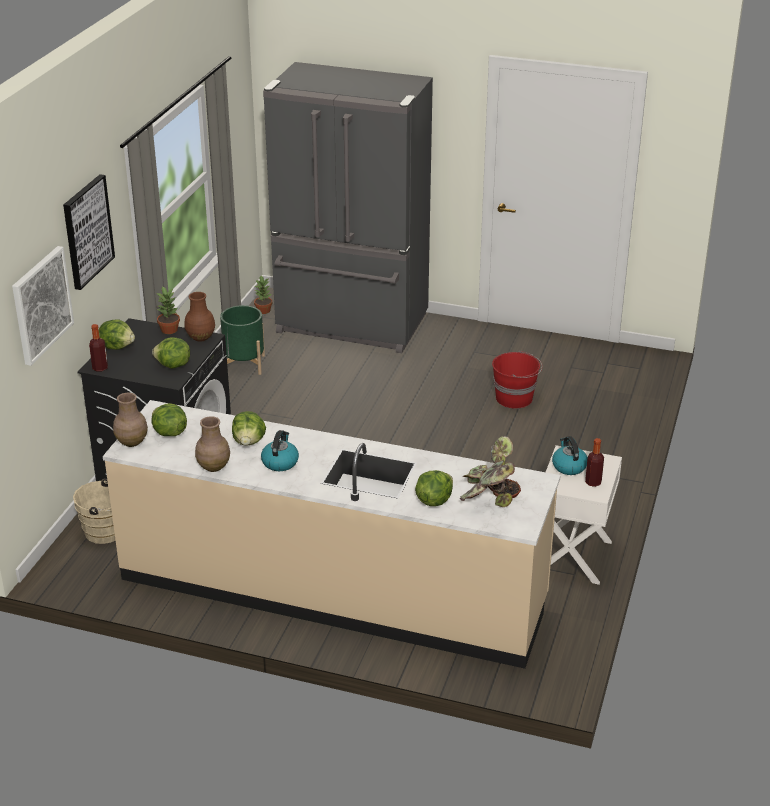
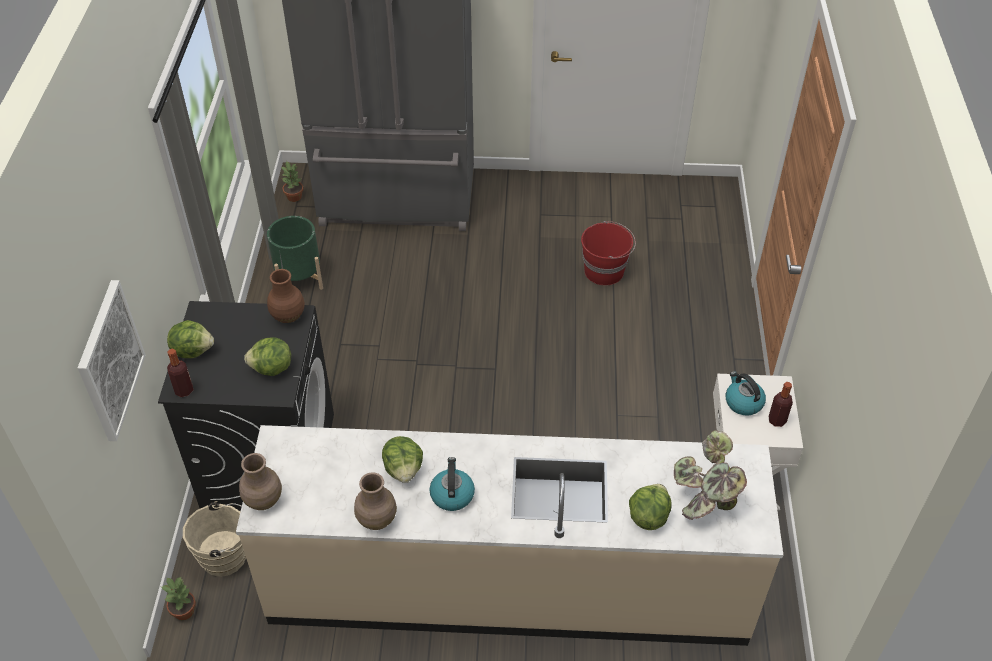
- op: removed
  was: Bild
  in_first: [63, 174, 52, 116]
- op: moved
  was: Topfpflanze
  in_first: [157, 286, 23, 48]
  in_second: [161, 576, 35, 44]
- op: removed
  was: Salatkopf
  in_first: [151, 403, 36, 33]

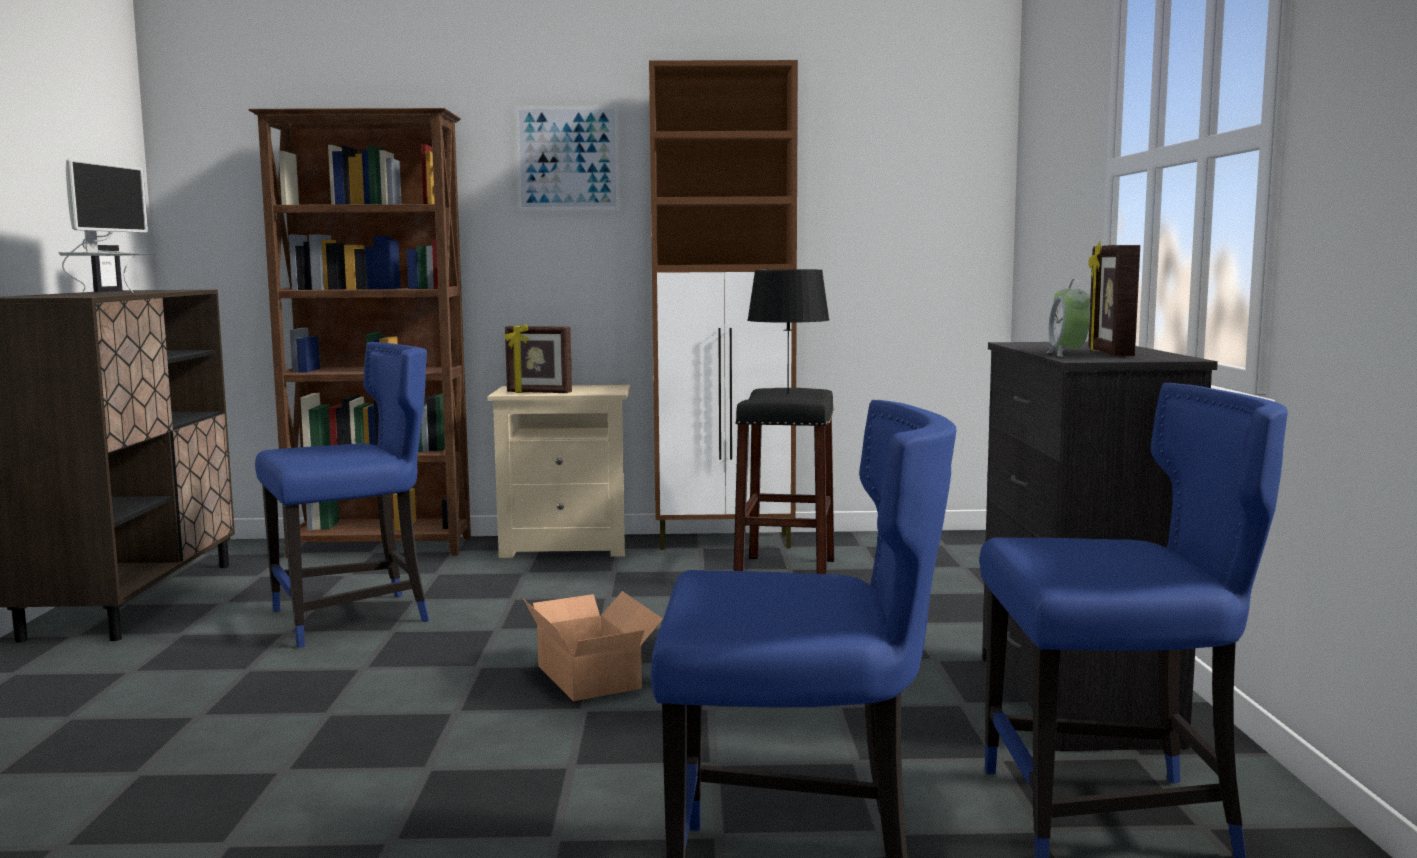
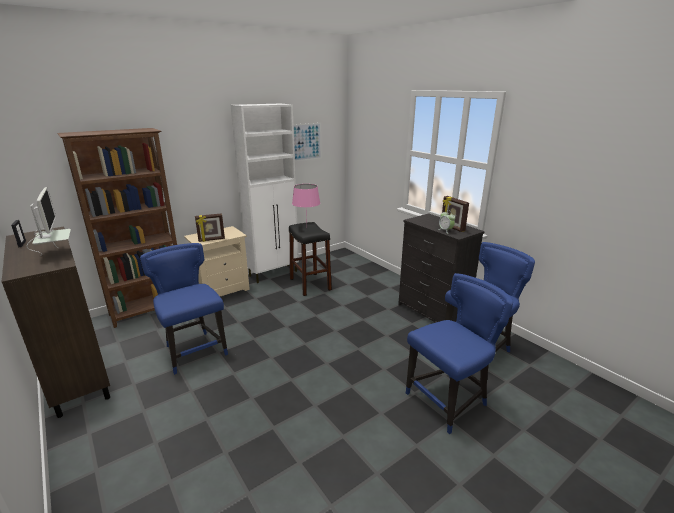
- op: recoloured
  was: Schrank [braun]
  now: Schrank [weiß]
  in_first: [649, 60, 149, 490]
  in_second: [231, 104, 68, 179]
- op: moved
  was: Bild
  in_first: [515, 106, 105, 105]
  in_second: [293, 123, 28, 38]
- op: recoloured
  was: Tischlampe [schwarz]
  now: Tischlampe [rosa]
  in_first: [747, 269, 83, 125]
  in_second: [292, 184, 28, 36]
- op: turned
  was: Stuhl [blau]
  in_first: [255, 342, 174, 306]
  in_second: [140, 243, 88, 132]
  clockwise: -60
- op: removed
  was: Karton
  in_first: [523, 591, 140, 110]

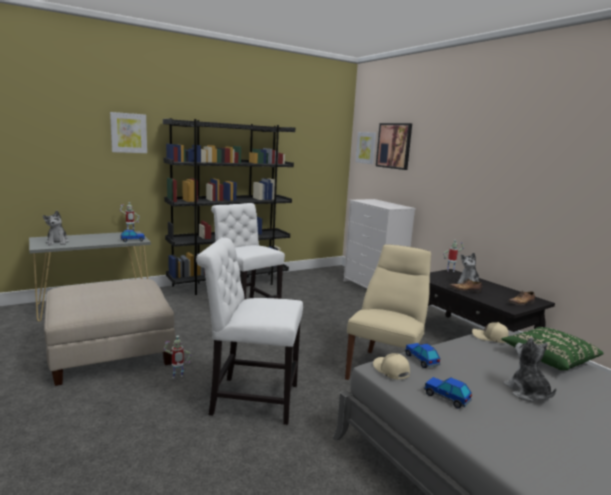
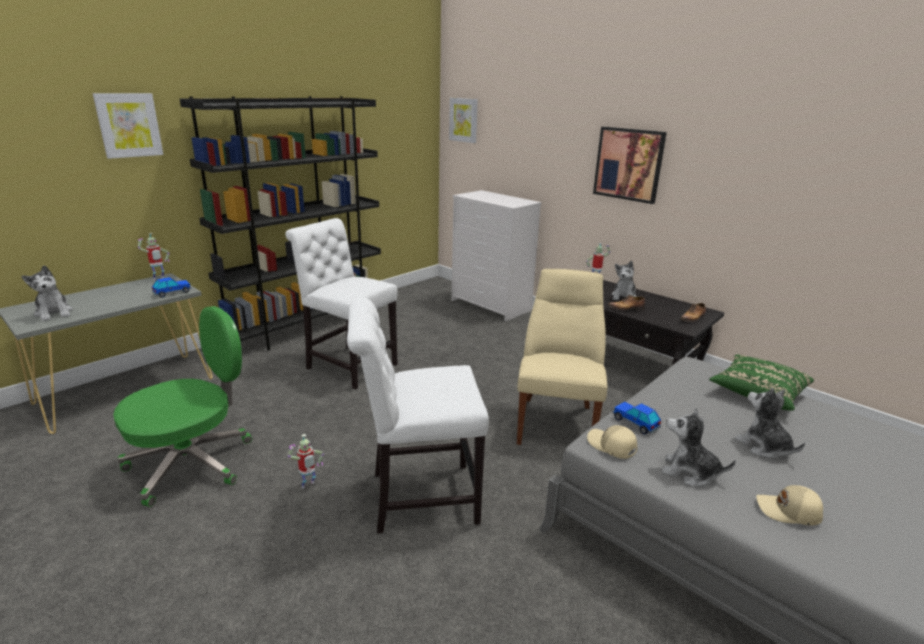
- op: moved
  was: Bild
  in_first: [376, 123, 36, 47]
  in_second: [593, 127, 74, 77]
- op: replaced
  was: Polsterhocker [beige]
  now: Bürostuhl [grün]
  in_first: [44, 279, 131, 107]
  in_second: [113, 306, 139, 201]
- op: moved
  was: Kappe [beige]
  in_first: [472, 322, 37, 21]
  in_second: [756, 485, 67, 41]
- op: replaced
  was: Spielzeugauto
  now: Plüschtier
  in_first: [424, 377, 48, 31]
  in_second: [662, 408, 74, 79]

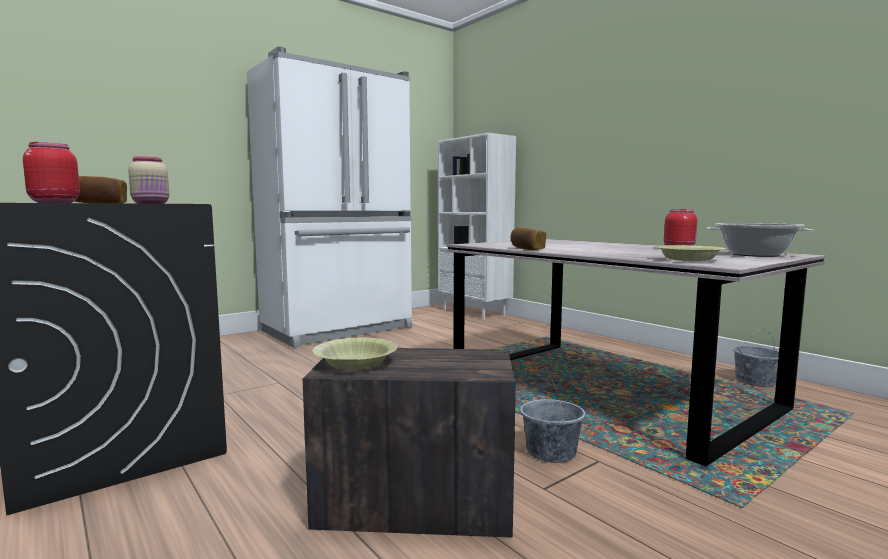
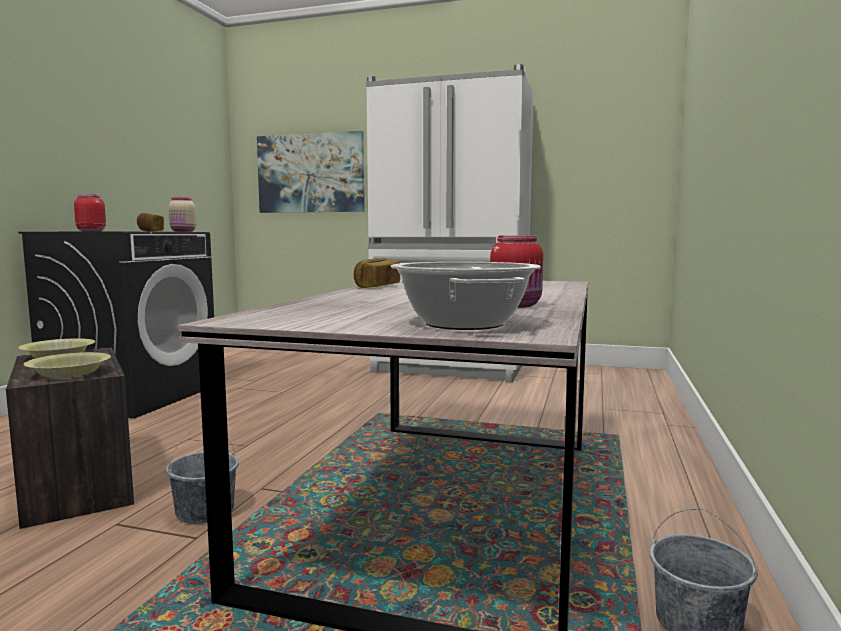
- op: removed
  was: Bücherregal [weiß]
  in_first: [438, 133, 78, 187]
- op: moved
  was: Schüssel [gelb]
  in_first: [654, 245, 72, 16]
  in_second: [24, 352, 87, 26]
- op: added
  now: Bild
  in_second: [257, 131, 107, 82]

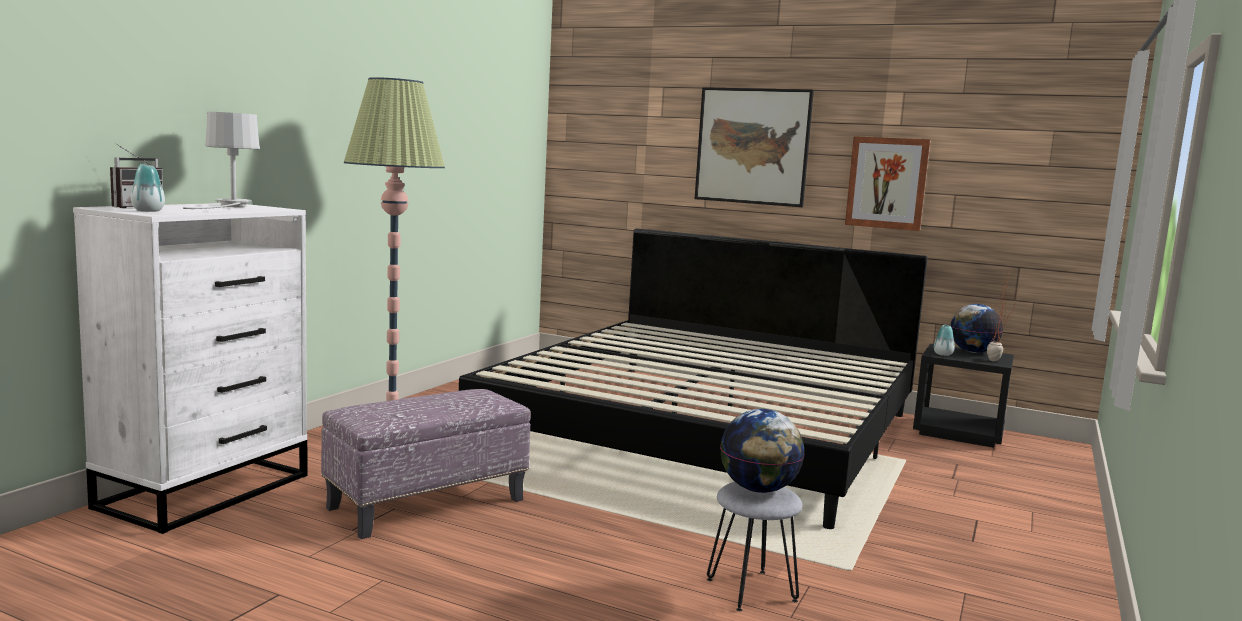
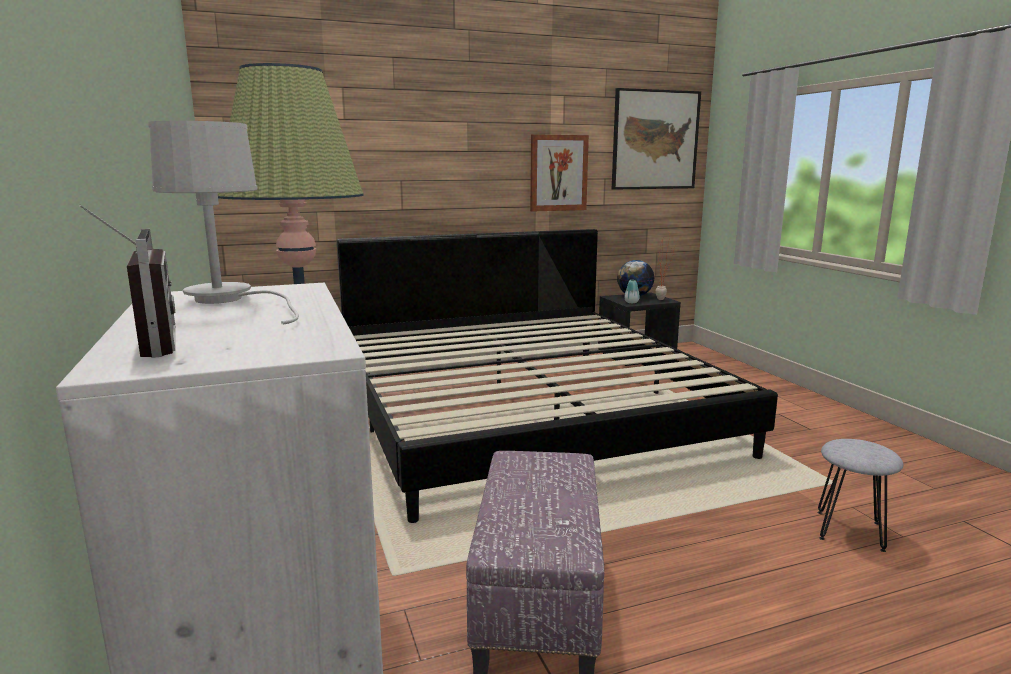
- op: moved
  was: Bild
  in_first: [695, 87, 119, 120]
  in_second: [612, 88, 89, 102]
- op: removed
  was: Vase
  in_first: [131, 164, 34, 48]
- op: removed
  was: Globus
  in_first: [720, 409, 85, 84]

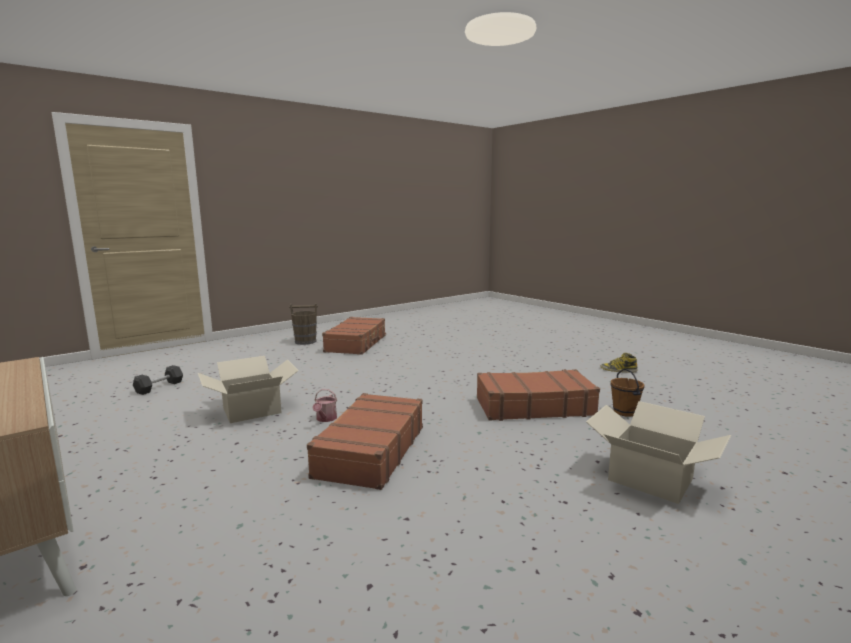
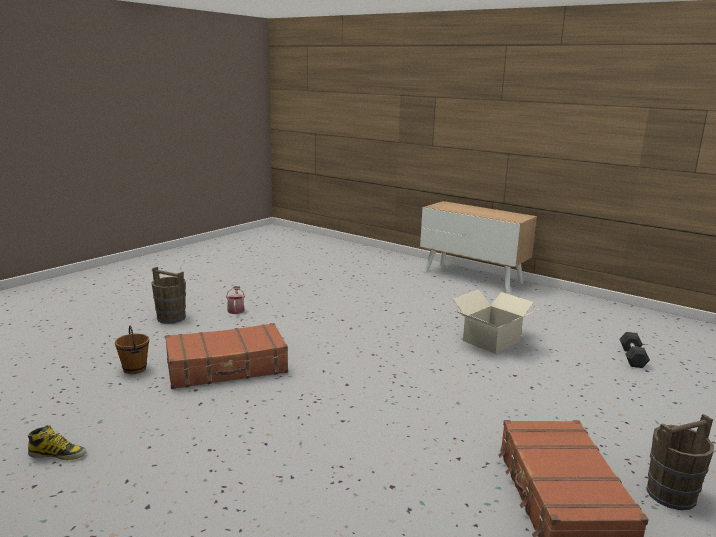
- op: moved
  was: Gießkanne
  in_first: [312, 389, 25, 33]
  in_second: [226, 286, 19, 28]
- op: removed
  was: Koffer [braun]
  in_first: [307, 393, 116, 97]
- op: replaced
  was: Karton
  now: Eimer [braun]
  in_first: [586, 401, 145, 103]
  in_second: [151, 267, 35, 57]

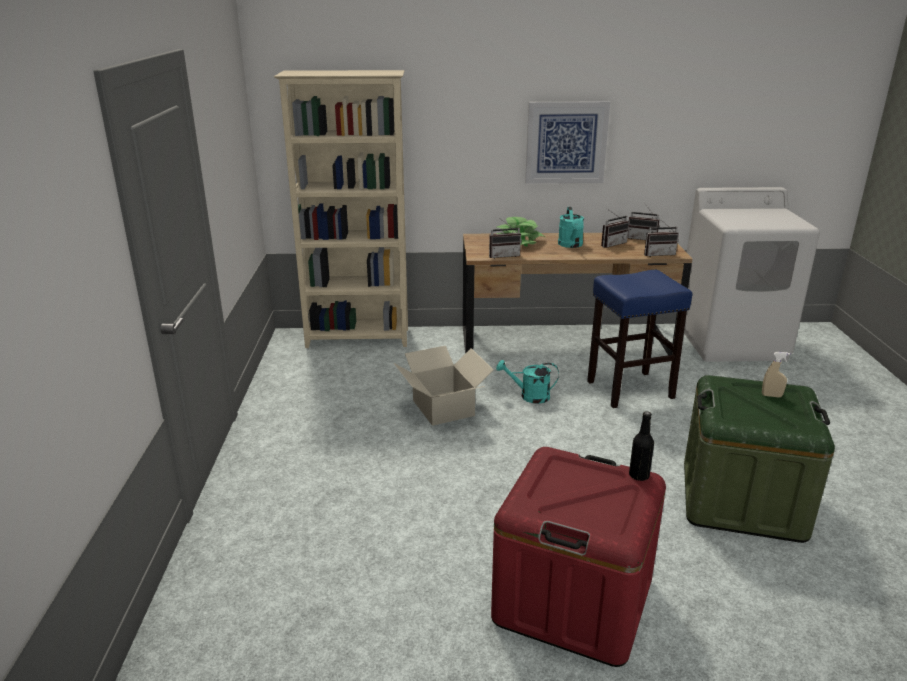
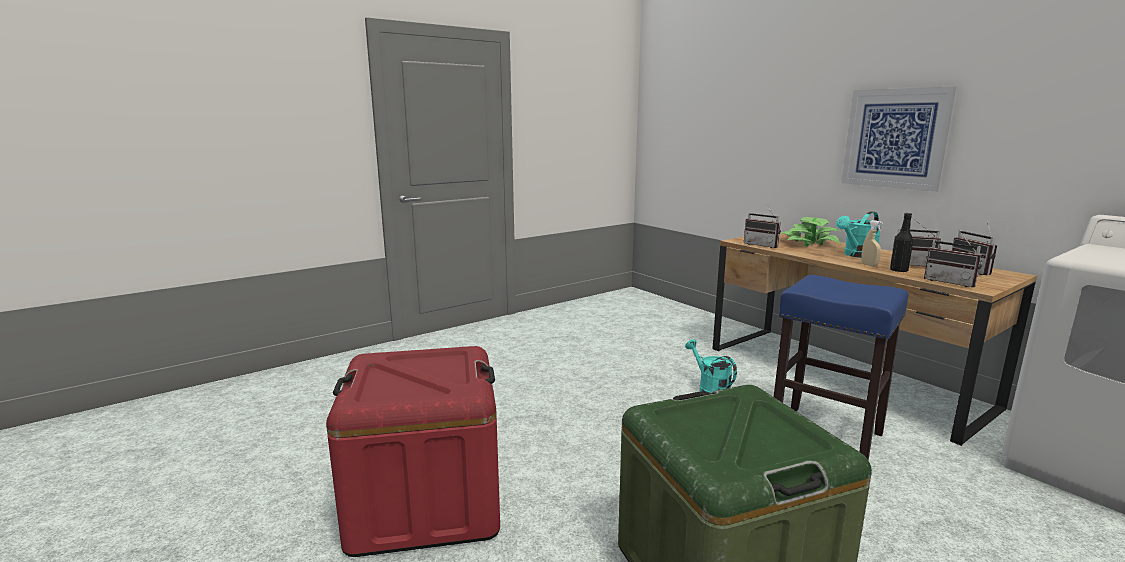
- op: removed
  was: Bücherregal [beige]
  in_first: [274, 70, 134, 278]
- op: removed
  was: Karton
  in_first: [394, 346, 99, 80]
- op: moved
  was: Sprühflasche [beige]
  in_first: [762, 352, 28, 45]
  in_second: [861, 220, 22, 46]
- op: moved
  was: Flasche [schwarz]
  in_first: [629, 411, 25, 70]
  in_second: [890, 213, 23, 59]

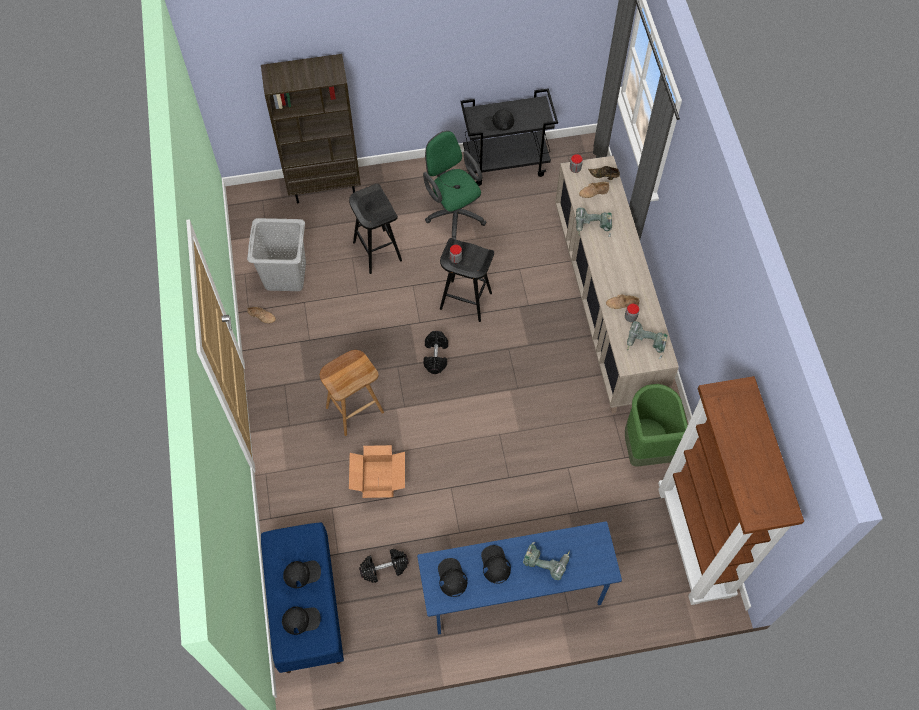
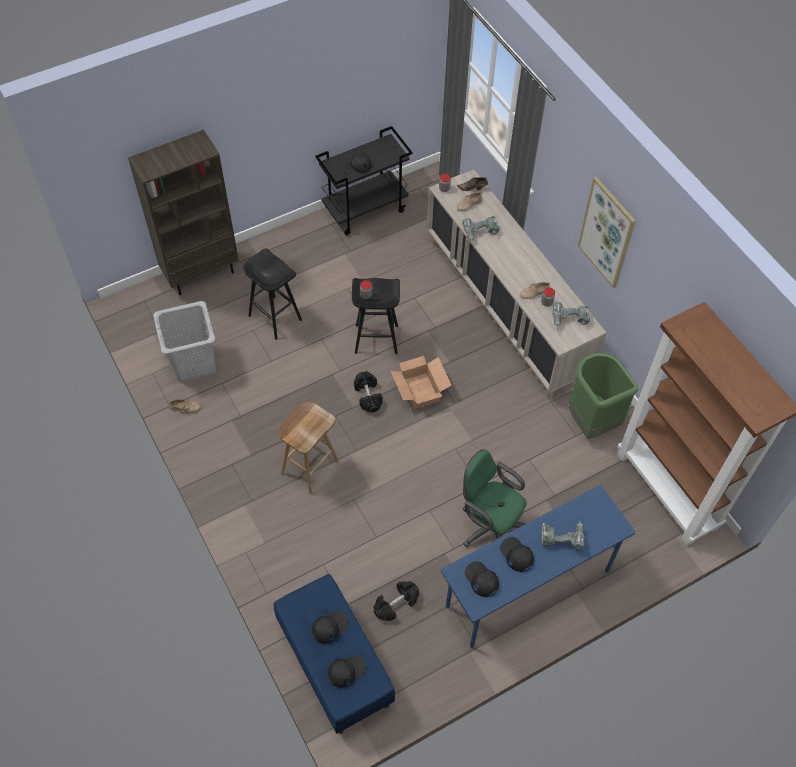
- op: moved
  was: Bürostuhl [grün]
  in_first: [423, 131, 63, 108]
  in_second: [463, 449, 64, 98]
- op: moved
  was: Karton
  in_first: [349, 445, 56, 53]
  in_second: [391, 356, 60, 53]
- op: added
  now: Bild
  in_second: [578, 177, 58, 111]

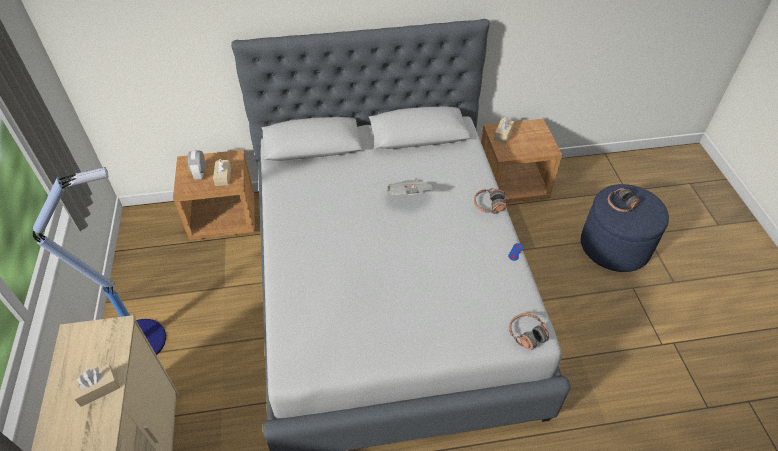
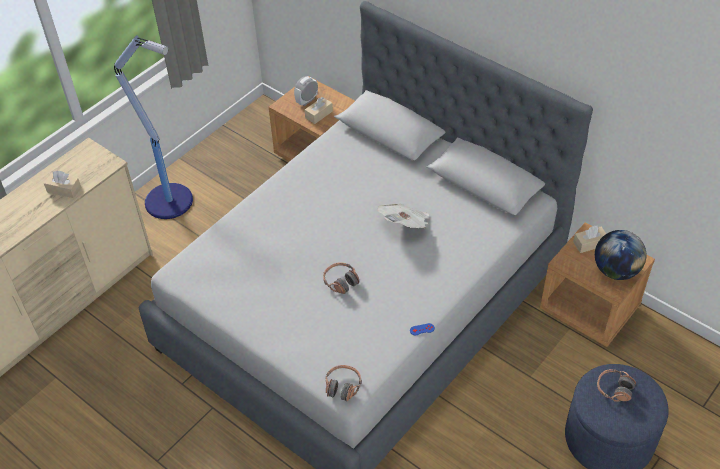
- op: moved
  was: Kopfhörer
  in_first: [474, 188, 33, 26]
  in_second: [323, 262, 36, 32]
- op: added
  now: Globus
  in_second: [595, 230, 51, 50]

